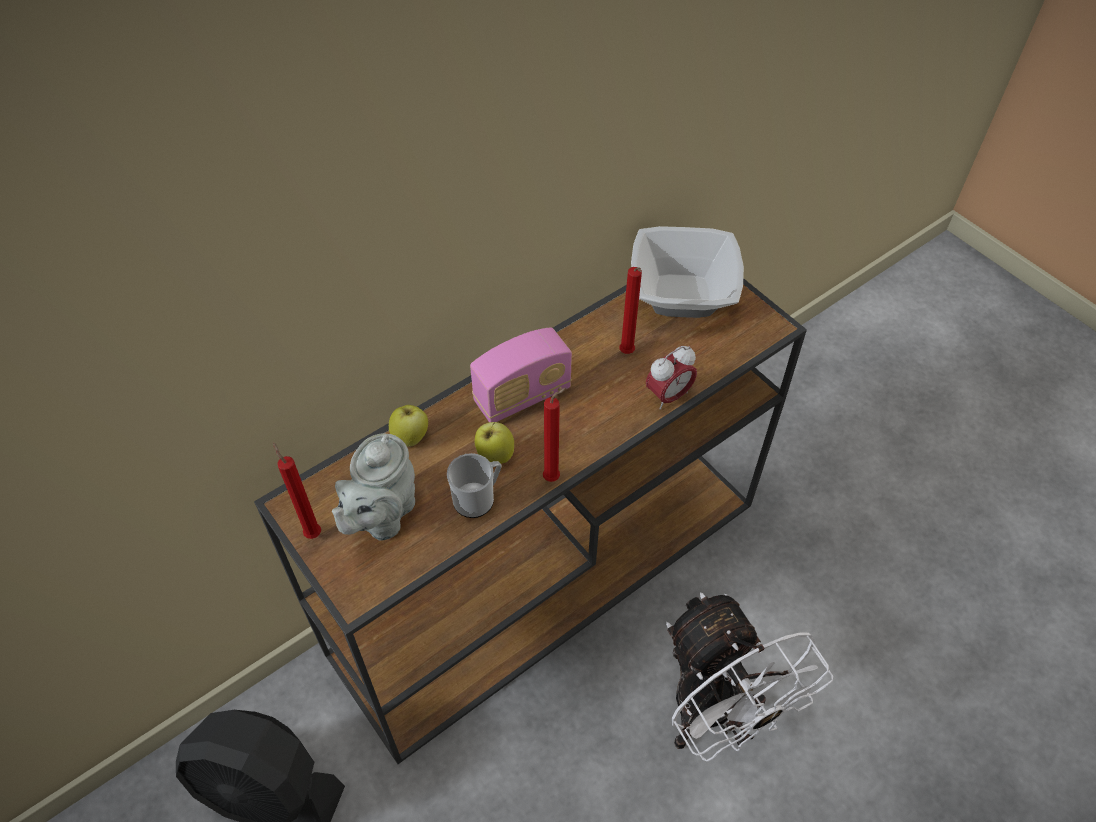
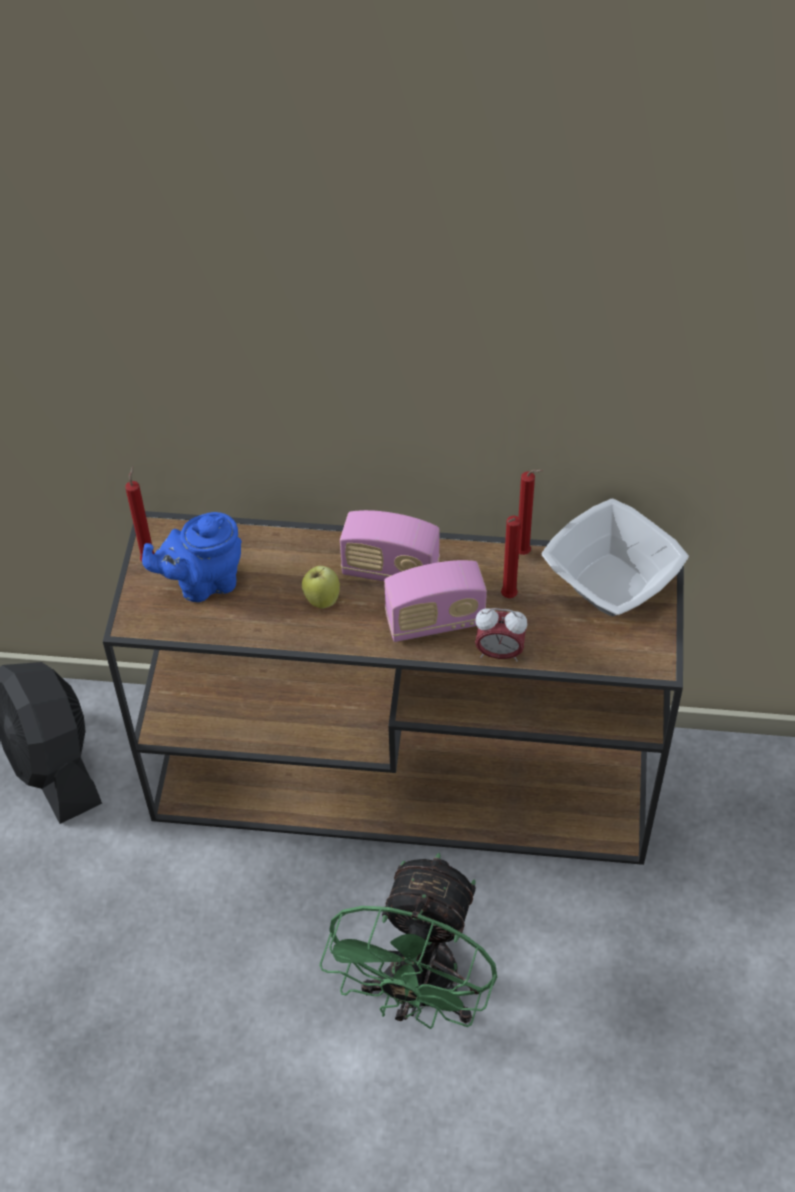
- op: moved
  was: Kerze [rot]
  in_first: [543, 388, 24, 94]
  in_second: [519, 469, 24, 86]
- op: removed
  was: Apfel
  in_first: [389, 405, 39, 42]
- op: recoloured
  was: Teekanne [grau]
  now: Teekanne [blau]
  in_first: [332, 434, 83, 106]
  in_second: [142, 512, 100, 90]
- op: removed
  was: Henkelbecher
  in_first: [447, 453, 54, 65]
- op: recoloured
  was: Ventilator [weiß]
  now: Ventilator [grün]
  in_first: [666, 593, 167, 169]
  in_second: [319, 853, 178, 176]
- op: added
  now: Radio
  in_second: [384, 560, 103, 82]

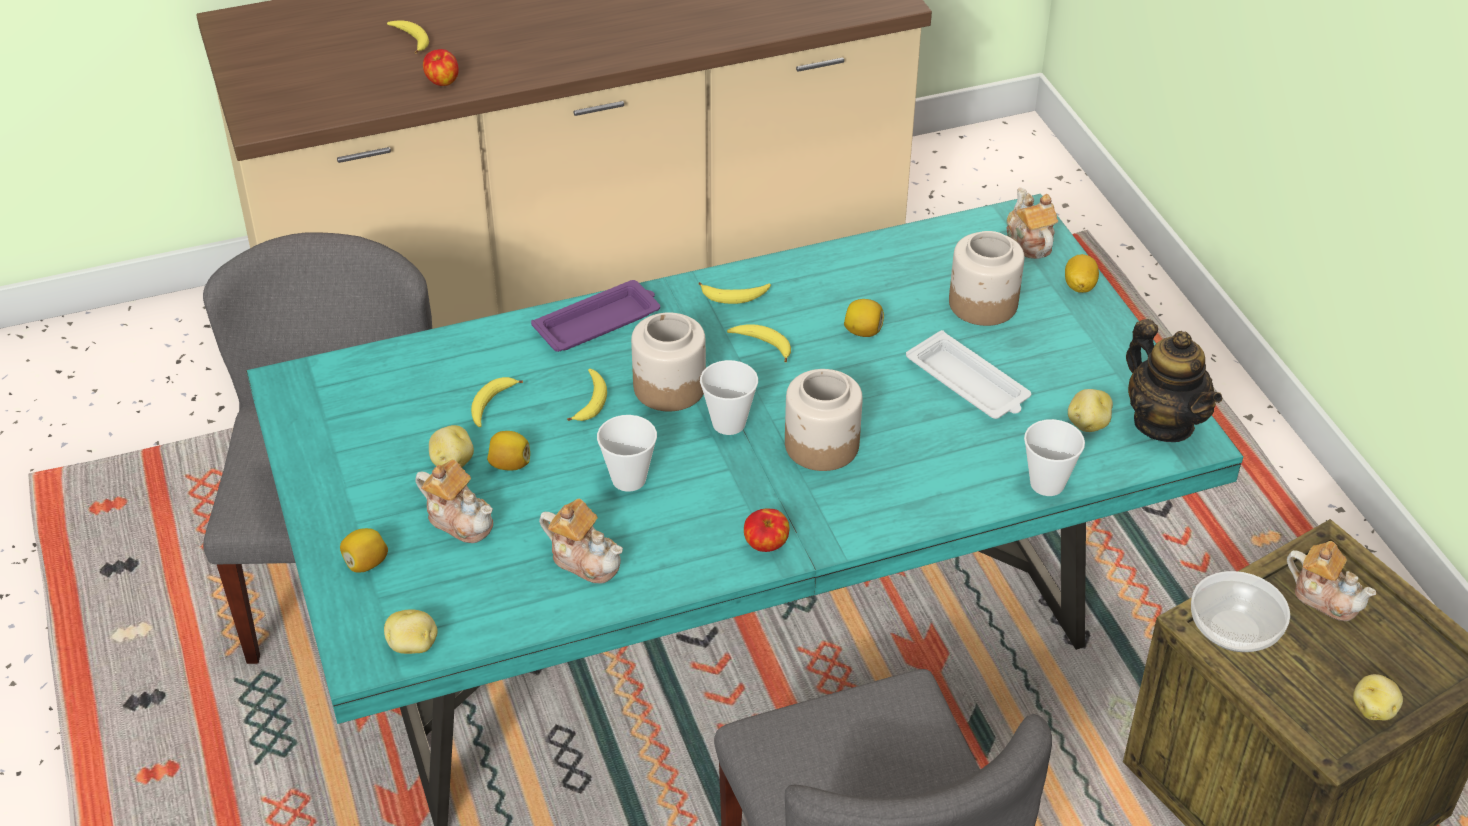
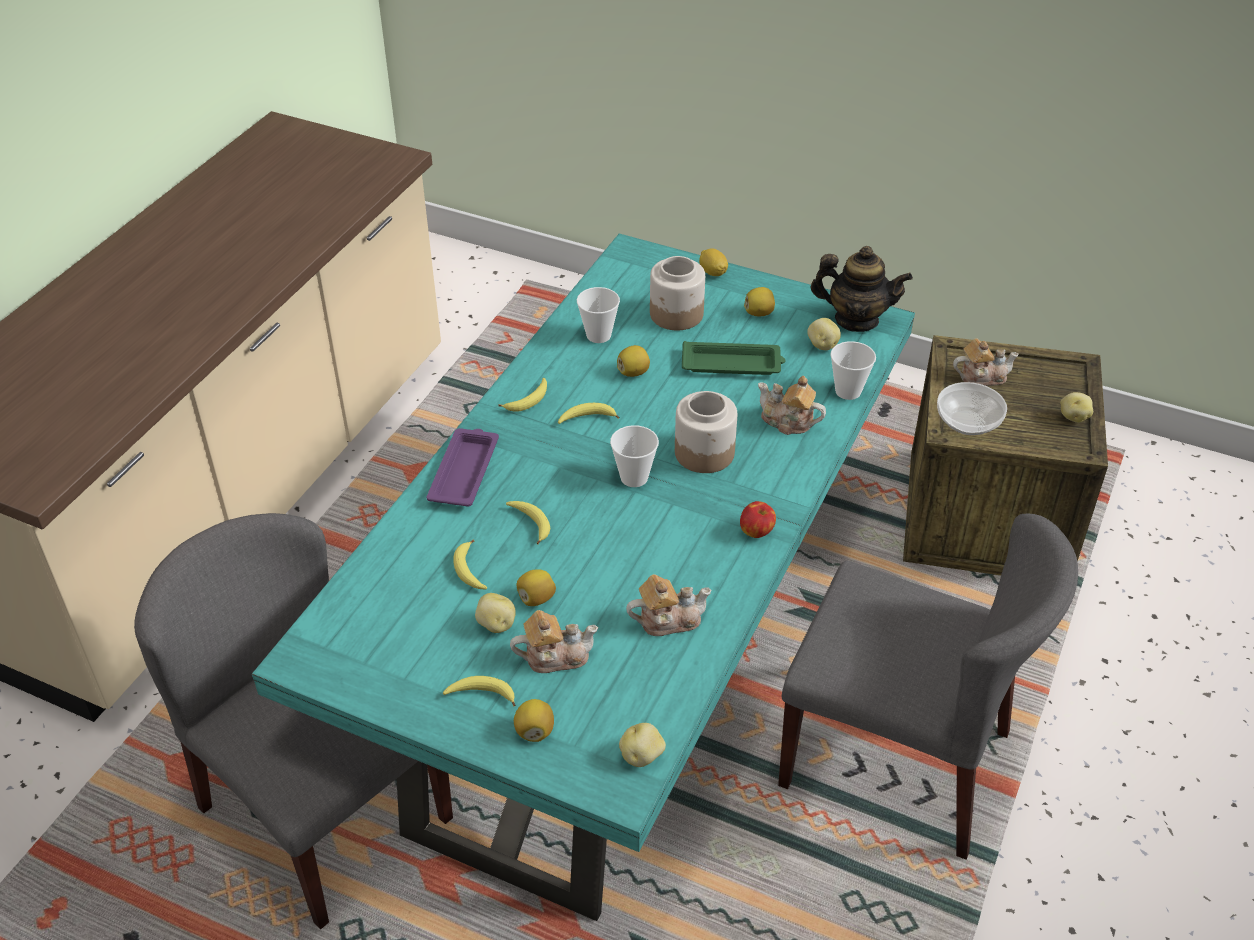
- op: moved
  was: Banane
  in_first: [387, 20, 42, 34]
  in_second: [443, 676, 73, 30]
- op: removed
  was: Apfel
  in_first: [423, 49, 36, 37]
- op: moved
  was: Teekanne
  in_first: [1006, 187, 52, 72]
  in_second: [758, 376, 68, 59]
- op: removed
  was: Vorratsglas
  in_first: [631, 312, 75, 99]
- op: recoloured
  was: Tablett [weiß]
  now: Tablett [grün]
  in_first: [906, 330, 125, 89]
  in_second: [682, 341, 104, 34]
- op: moved
  was: Tasse
  in_first: [597, 415, 60, 77]
  in_second: [577, 287, 43, 56]
- op: added
  now: Zitrone
  in_second: [744, 287, 31, 29]

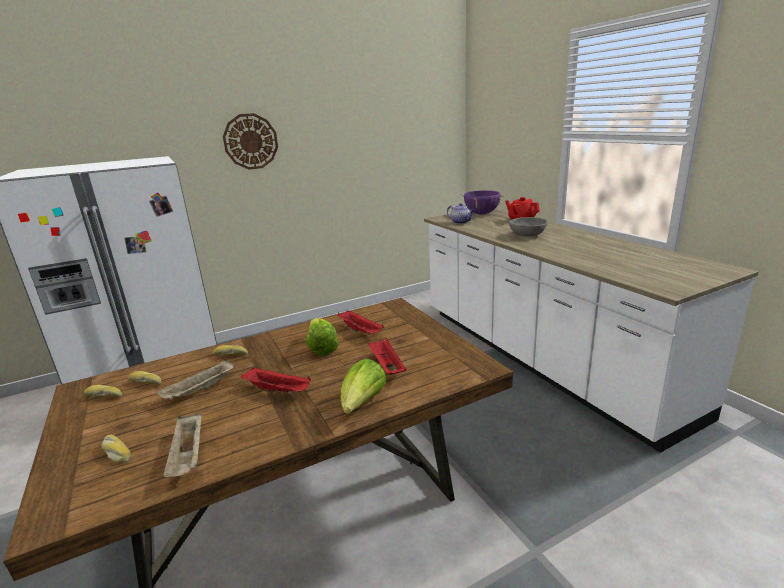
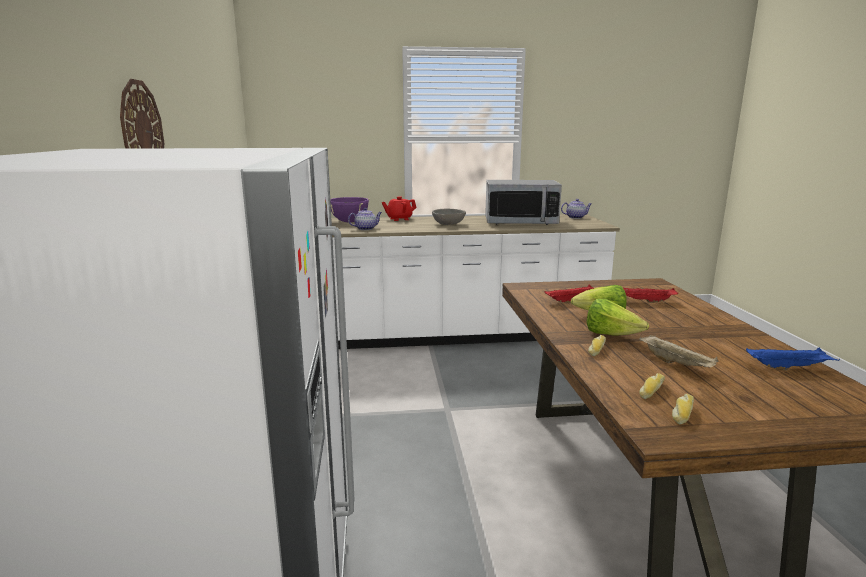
- op: moved
  was: Salatkopf
  in_first: [340, 359, 46, 55]
  in_second: [586, 299, 63, 36]
- op: removed
  was: Tablett [rot]
  in_first: [241, 367, 70, 26]
- op: recoloured
  was: Tablett [beige]
  now: Tablett [blau]
  in_first: [163, 413, 39, 64]
  in_second: [746, 347, 94, 23]
- op: removed
  was: Brot
  in_first: [102, 435, 29, 28]
- op: added
  now: Mikrowelle
  in_second: [485, 180, 77, 45]
- op: added
  now: Teekanne
  in_second: [561, 199, 31, 20]

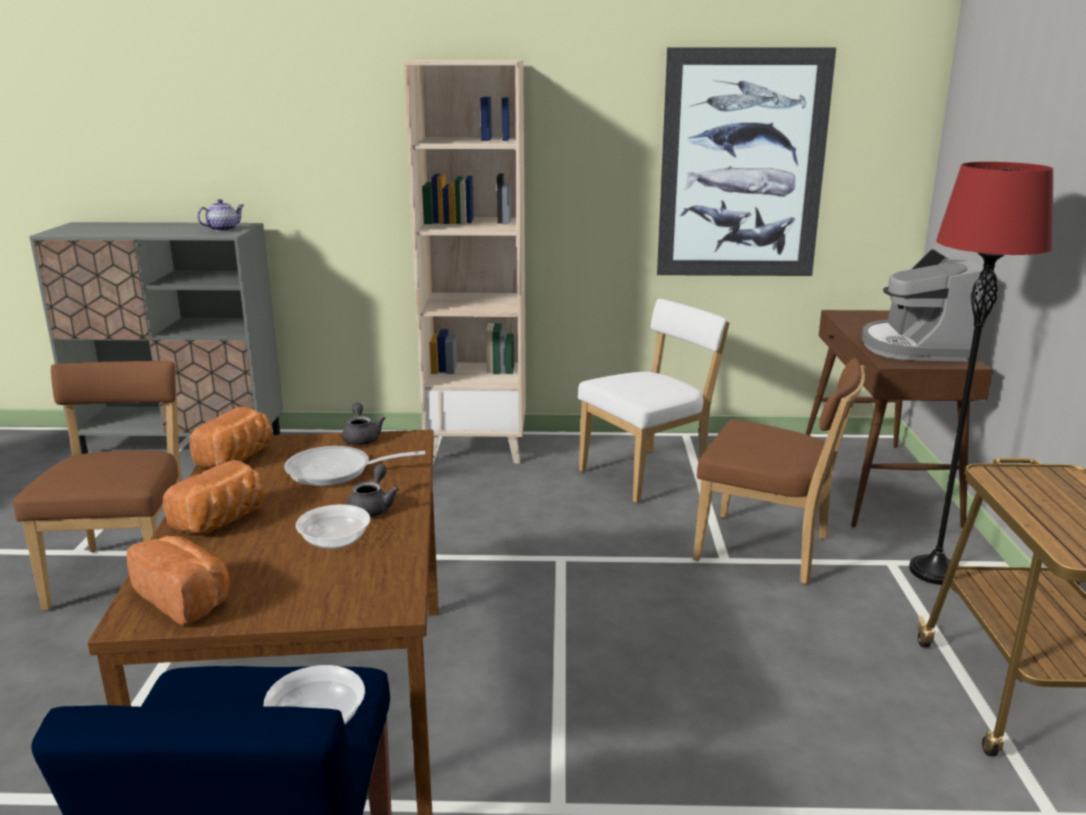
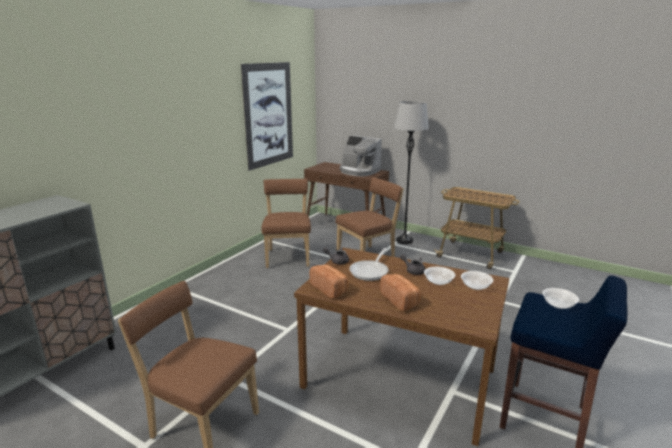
- op: removed
  was: Bücherregal [beige]
  in_first: [404, 60, 122, 404]
- op: recoloured
  was: Stehlampe [rot]
  now: Stehlampe [grau]
  in_first: [909, 162, 144, 423]
  in_second: [394, 101, 35, 143]
- op: removed
  was: Teekanne
  in_first: [197, 199, 47, 32]
- op: recoloured
  was: Stuhl [weiß]
  now: Stuhl [braun]
  in_first: [578, 299, 151, 204]
  in_second: [261, 179, 50, 89]
- op: removed
  was: Brot
  in_first: [126, 536, 104, 89]
- op: added
  now: Schüssel
  in_second: [461, 271, 32, 19]

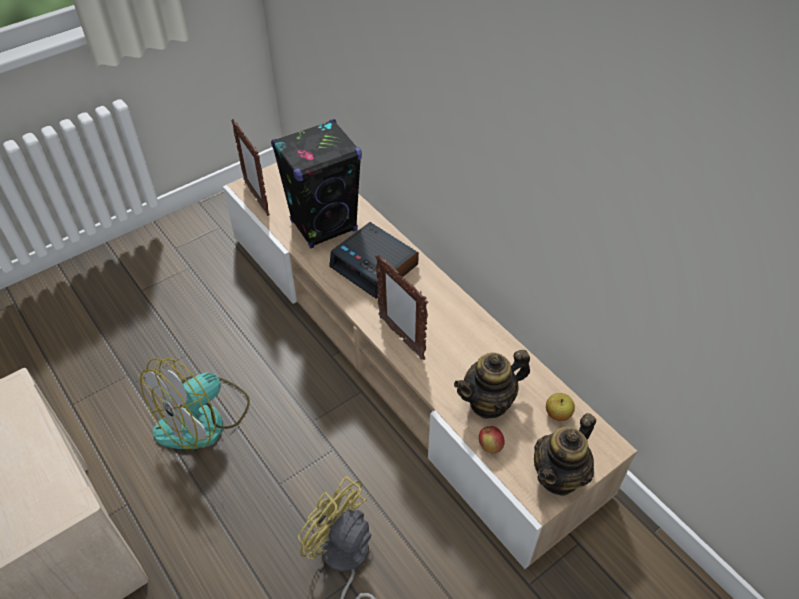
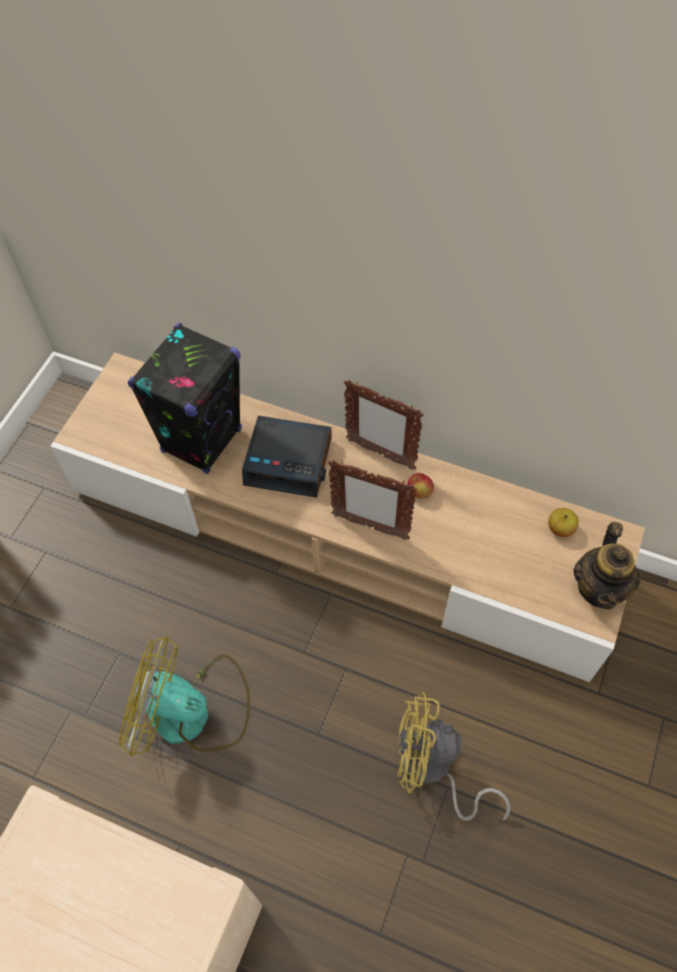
- op: moved
  was: Bilderrahmen
  in_first: [231, 119, 39, 97]
  in_second: [344, 380, 80, 90]
- op: removed
  was: Teekanne
  in_first: [454, 350, 76, 69]
- op: turned
  was: Ventilator
  in_first: [140, 358, 110, 91]
  in_second: [119, 636, 131, 120]
  clockwise: 90
- op: moved
  was: Apfel
  in_first: [479, 426, 26, 27]
  in_second: [407, 473, 27, 26]

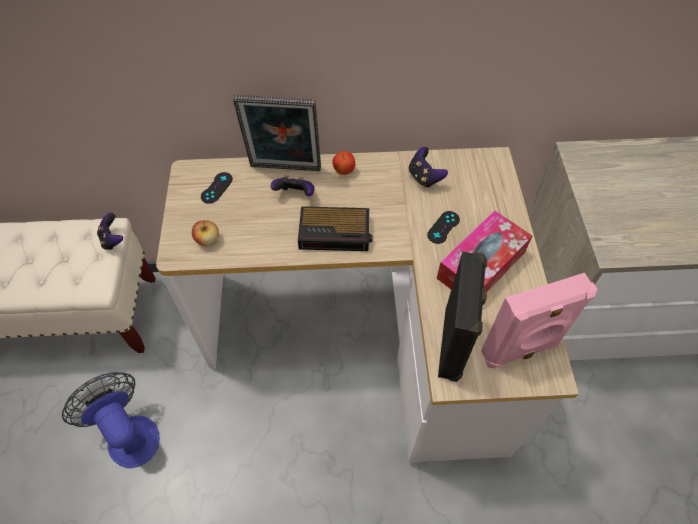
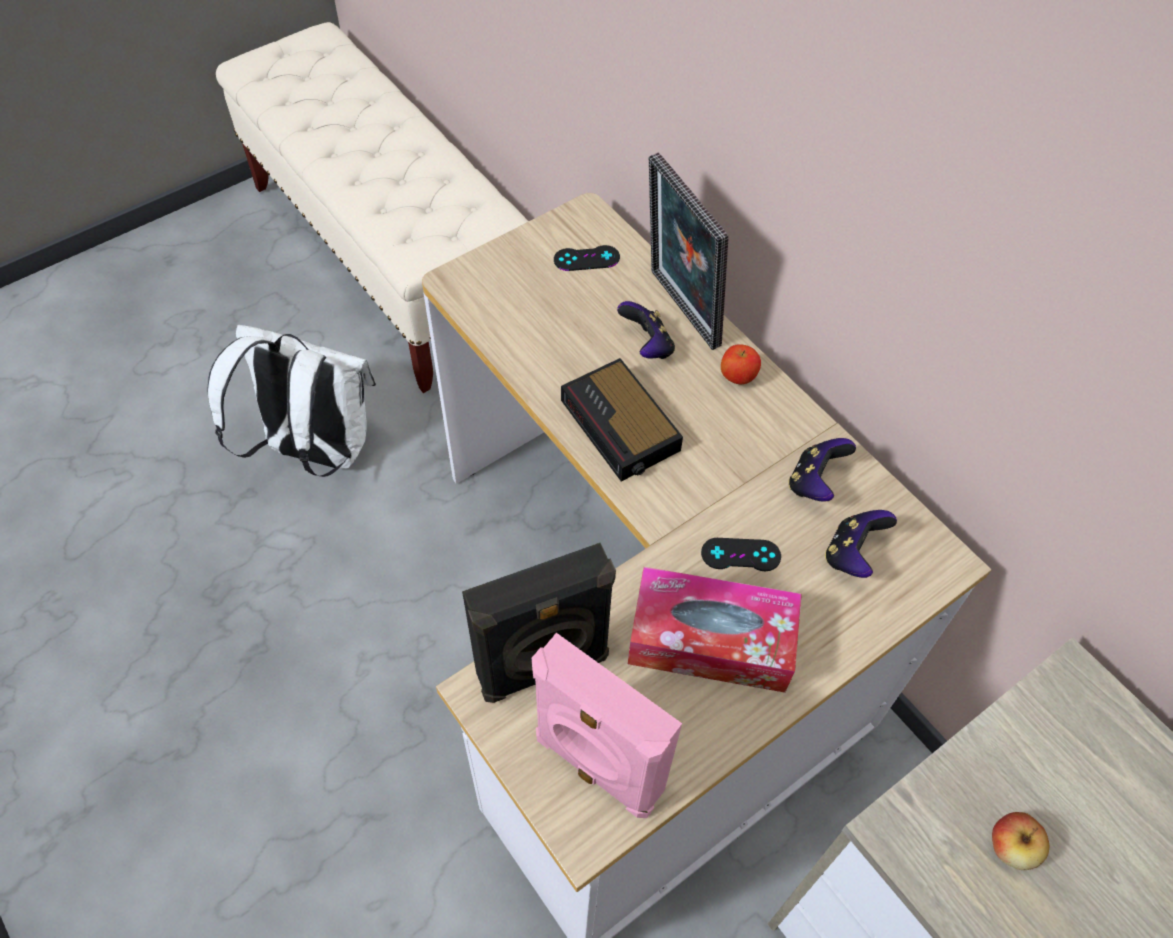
- op: moved
  was: Gamepad
  in_first: [97, 213, 26, 37]
  in_second: [825, 510, 72, 68]
- op: moved
  was: Apfel
  in_first: [192, 220, 27, 26]
  in_second: [992, 812, 57, 58]
- op: replaced
  was: Ventilator
  now: Rucksack [weiß]
  in_first: [62, 372, 98, 96]
  in_second: [207, 325, 169, 152]

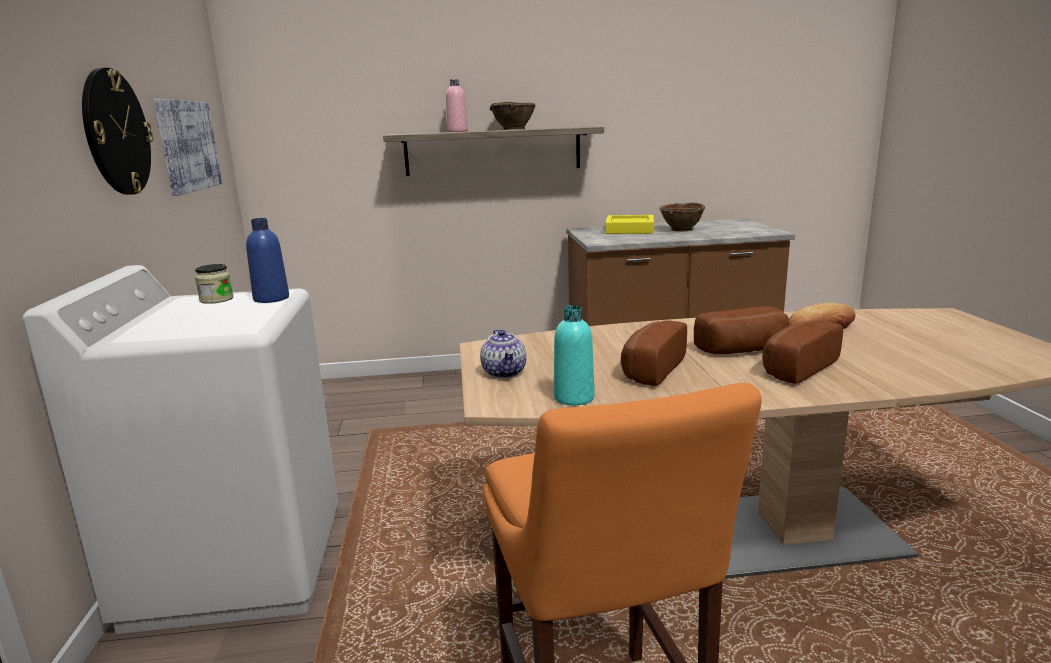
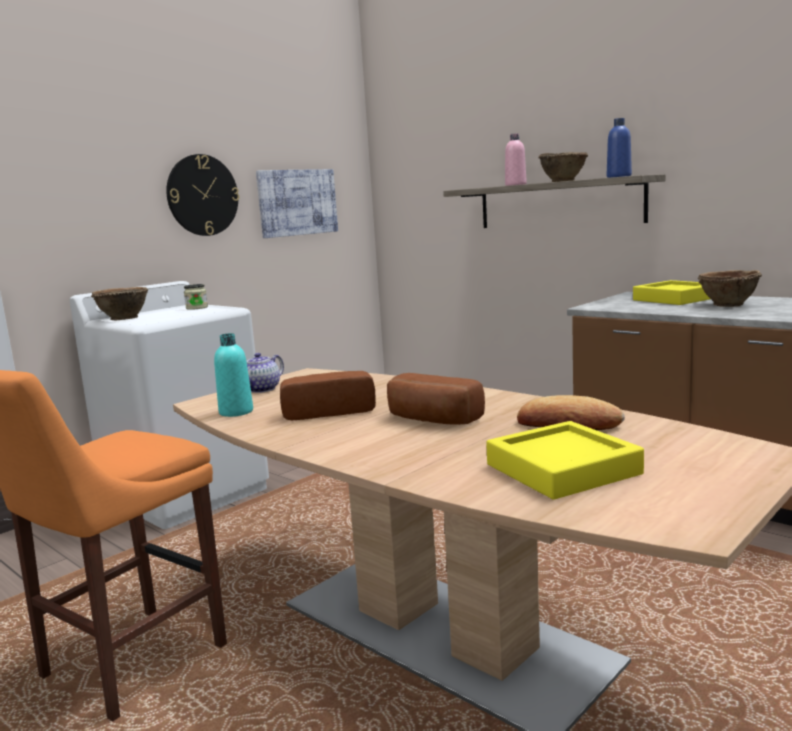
- op: moved
  was: Flasche [blau]
  in_first: [246, 218, 43, 85]
  in_second: [607, 118, 25, 60]
- op: removed
  was: Brot
  in_first: [762, 320, 81, 64]
- op: added
  now: Schüssel [braun]
  in_second: [91, 287, 57, 34]
- op: added
  now: Tablett [gelb]
  in_second: [486, 421, 158, 79]

